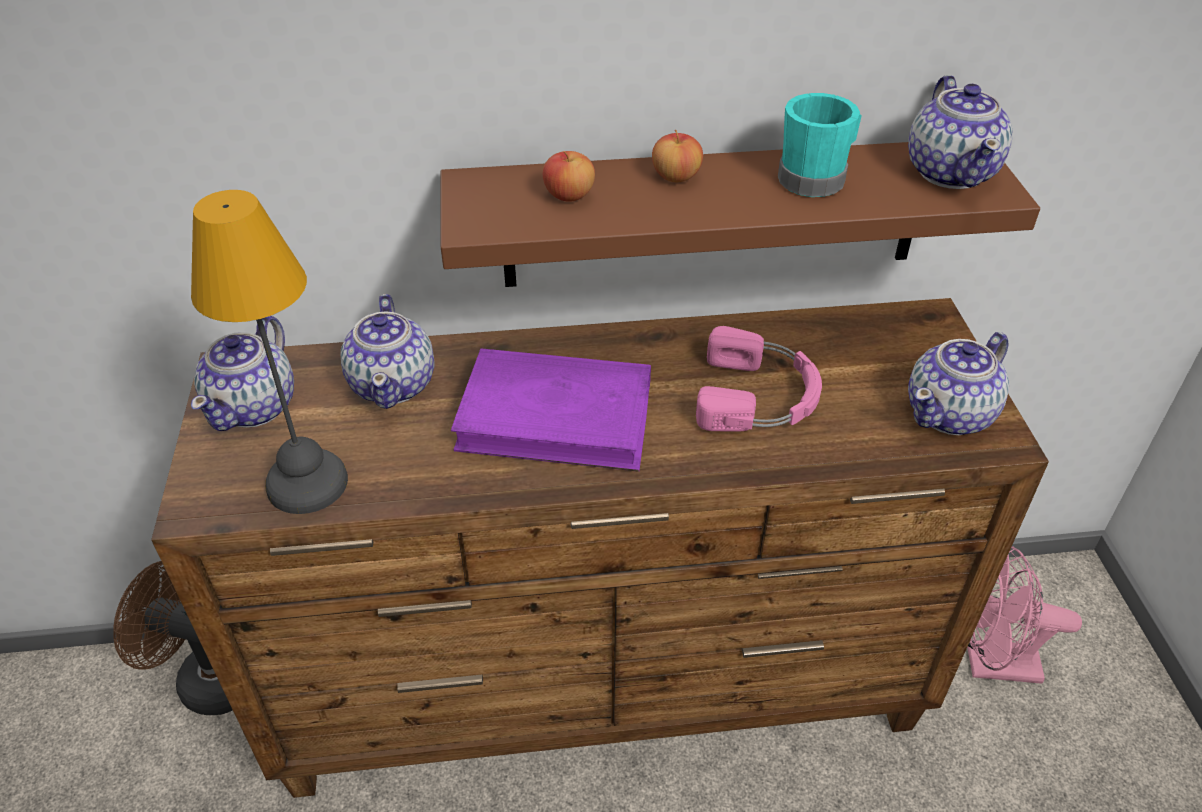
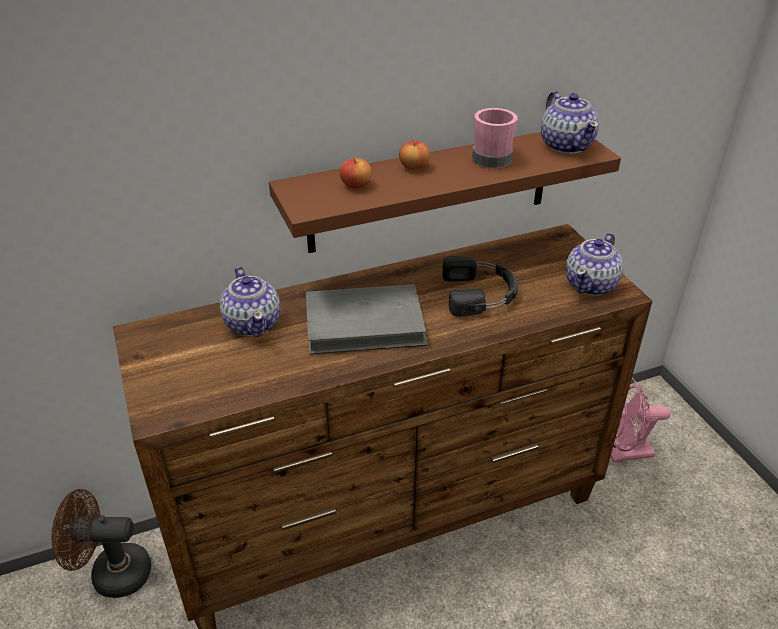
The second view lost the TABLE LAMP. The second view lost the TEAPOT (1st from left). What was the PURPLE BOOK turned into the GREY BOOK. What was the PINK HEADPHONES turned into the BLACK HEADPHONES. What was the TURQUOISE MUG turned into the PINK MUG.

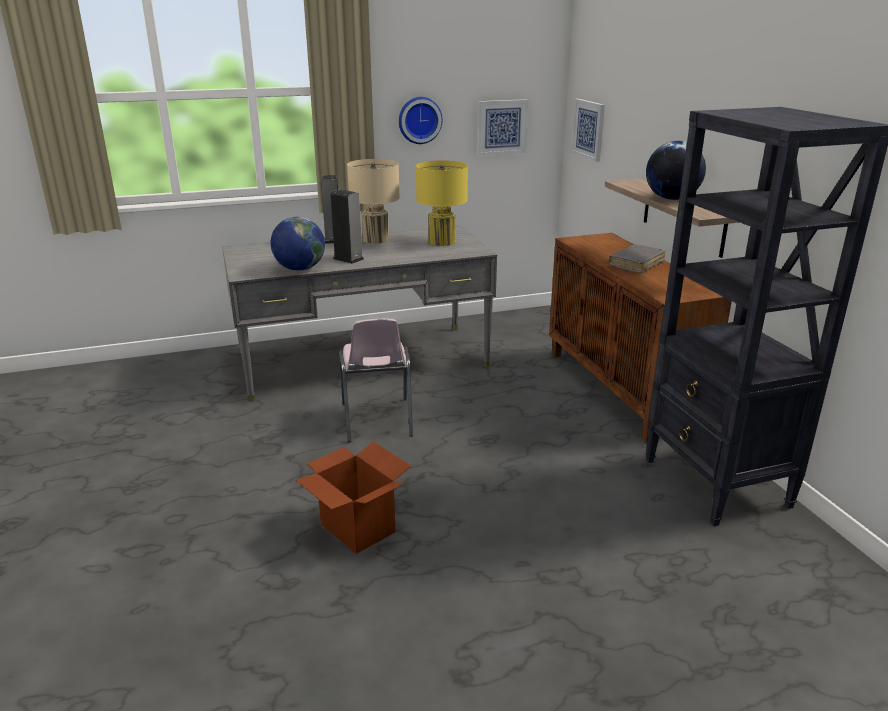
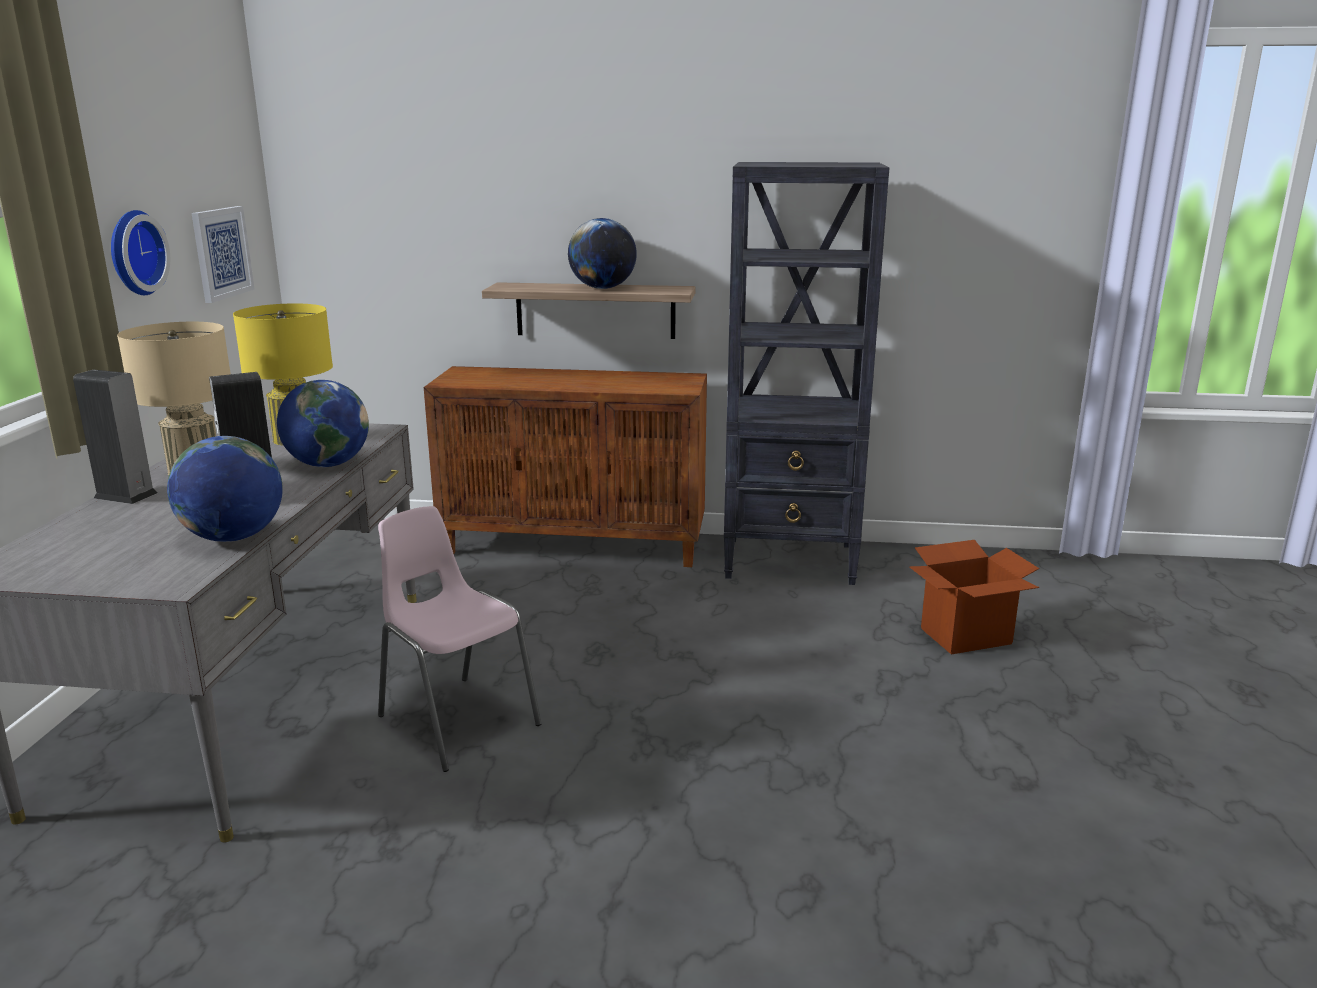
The CARDBOARD BOX ended up elsewhere. The PINK CHAIR ended up facing another way, 150 degrees counterclockwise from before. The second view lost the PICTURE (2nd from left). The second view lost the GREY BOOK. The second view gained the GLOBE (2nd from left).

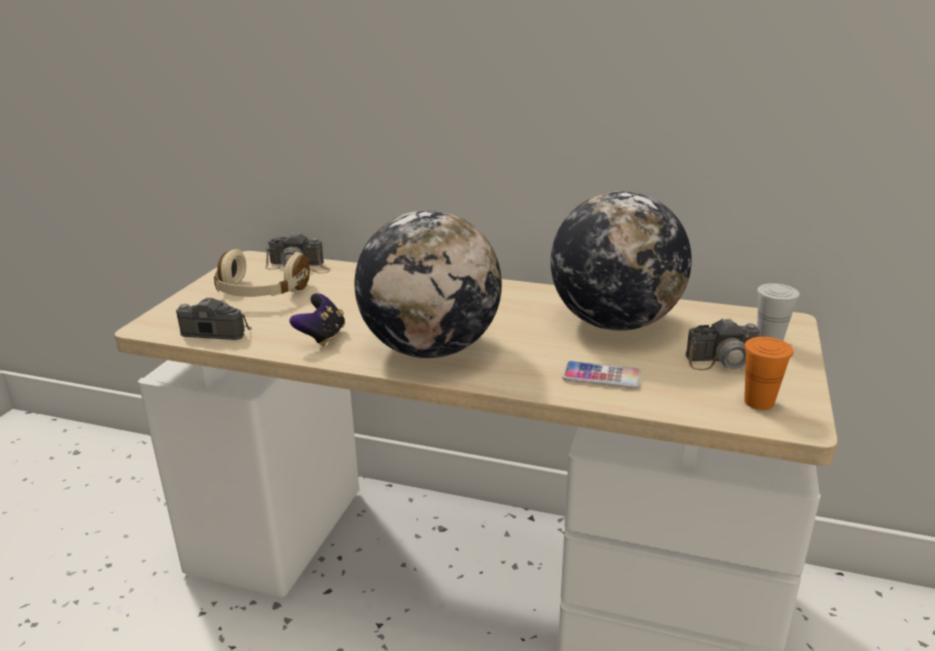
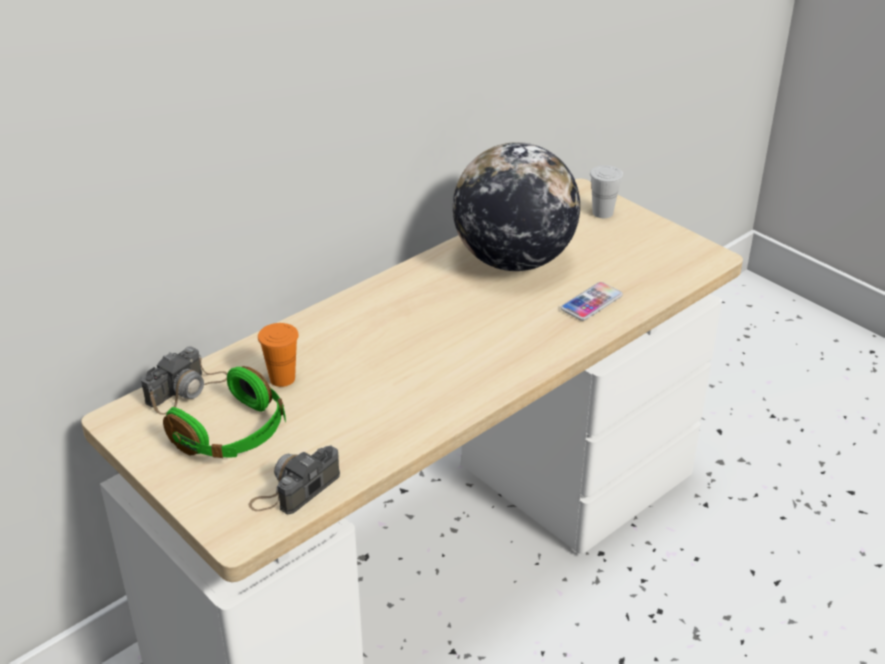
What was the BEIGE HEADPHONES turned into the GREEN HEADPHONES. The second view lost the GAME CONTROLLER. The second view lost the GLOBE (1st from left). The second view lost the PHOTO CAMERA (3rd from left). The ORANGE CUP ended up elsewhere.

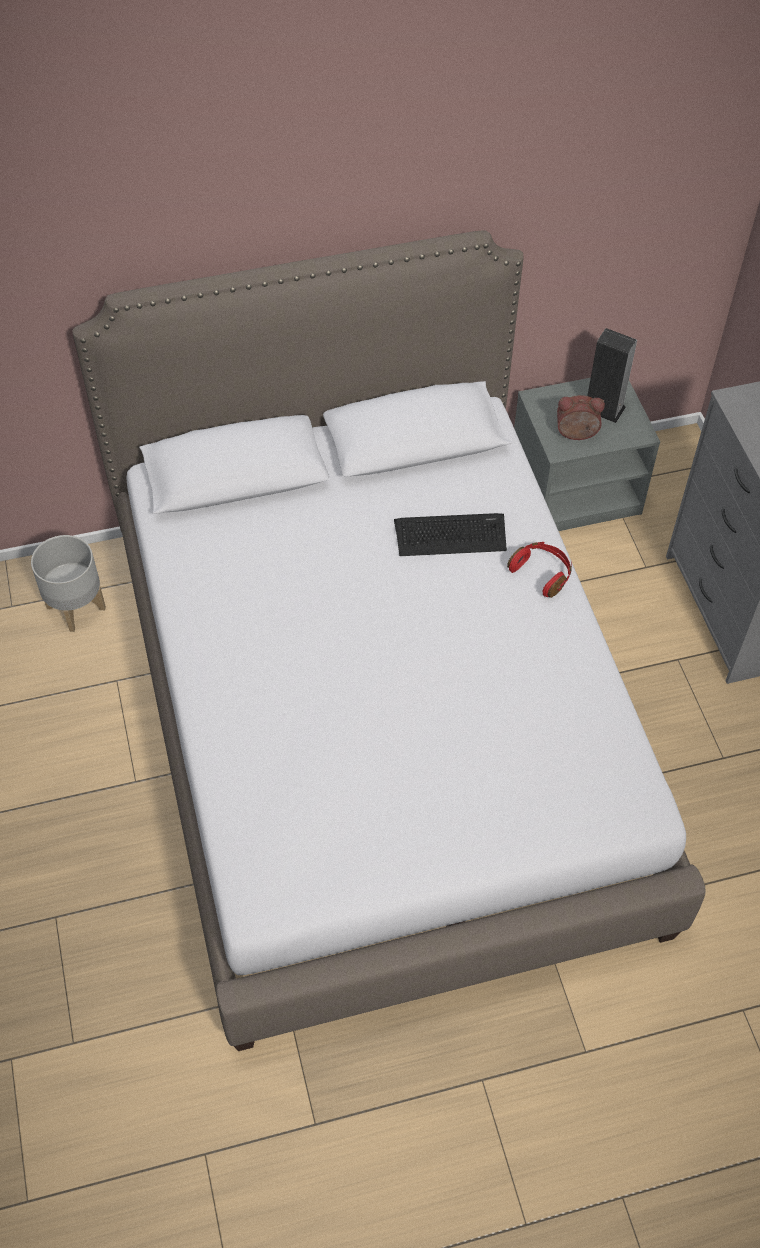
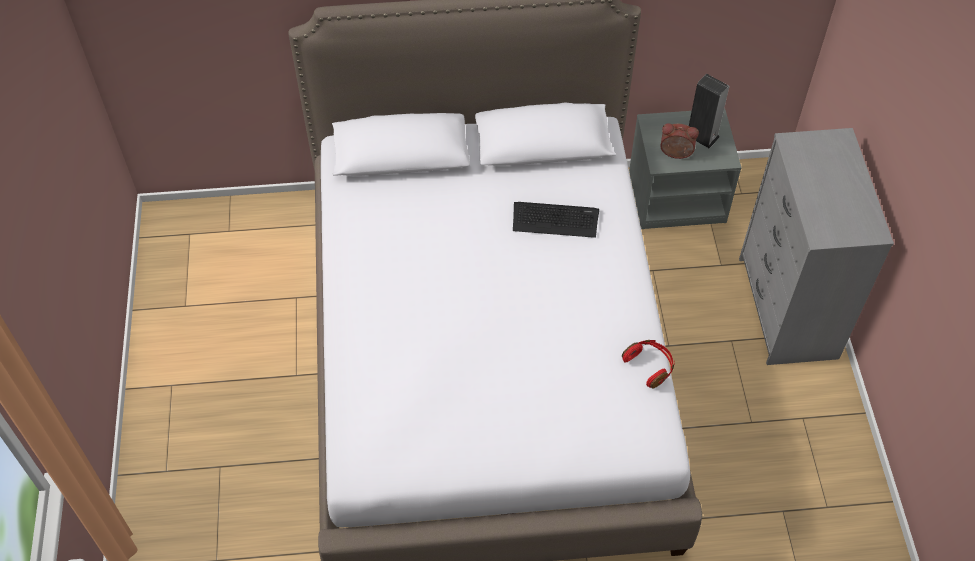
The second view lost the GREY PLANTER. The RED HEADPHONES ended up elsewhere.

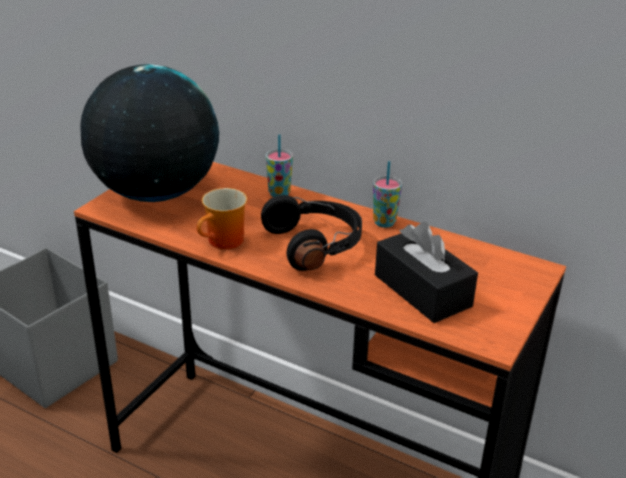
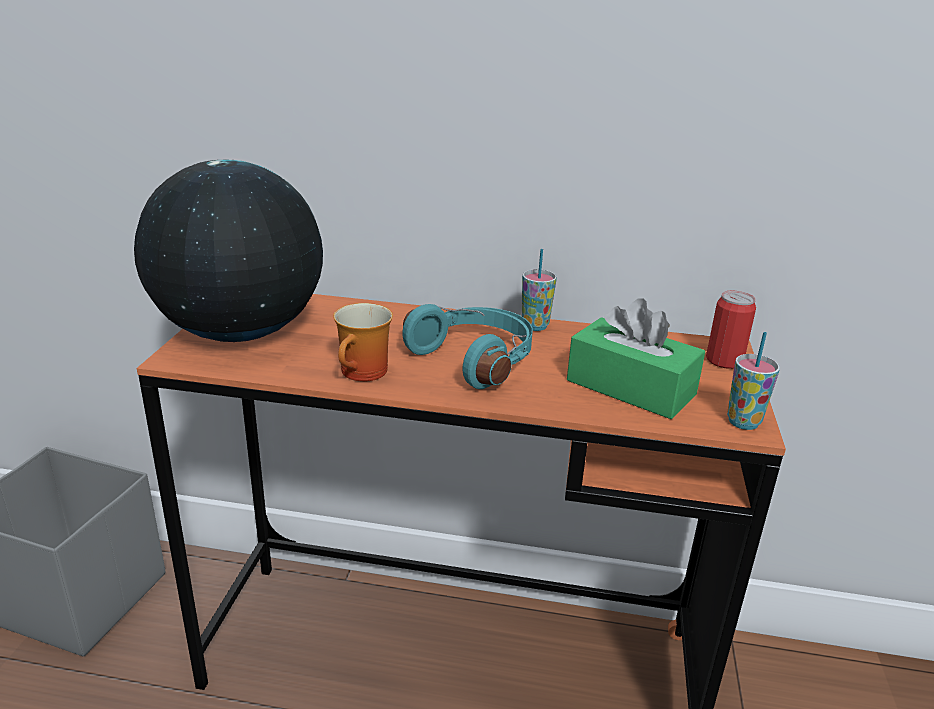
What was the BLACK HEADPHONES turned into the TURQUOISE HEADPHONES. The CUP (1st from left in the first image) ended up elsewhere. What was the BLACK TISSUE BOX turned into the GREEN TISSUE BOX. The second view gained the CAN.

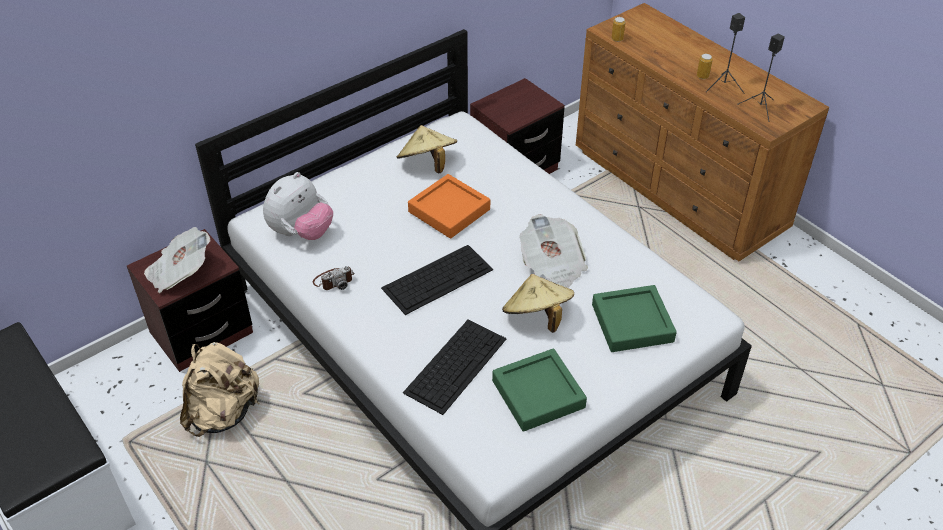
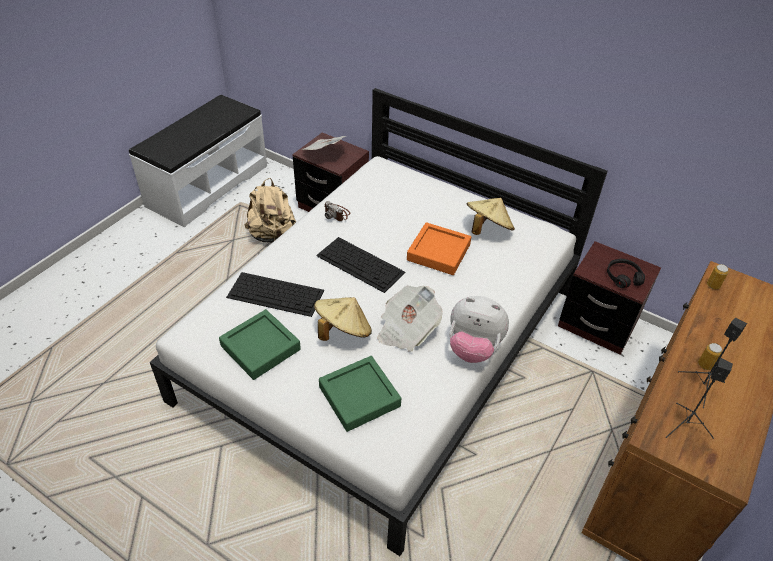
The PLUSH TOY ended up elsewhere. The second view gained the BLACK HEADPHONES.

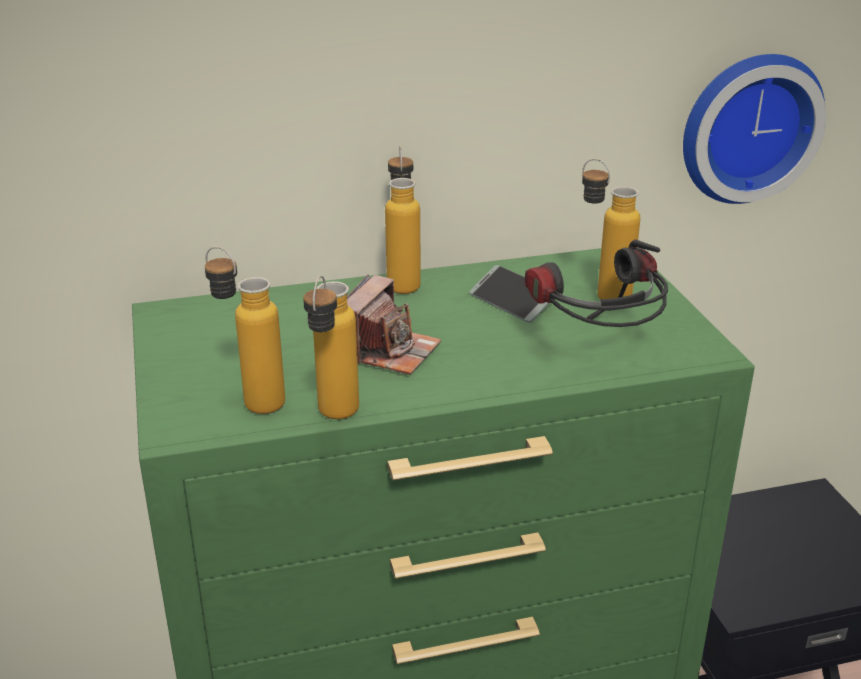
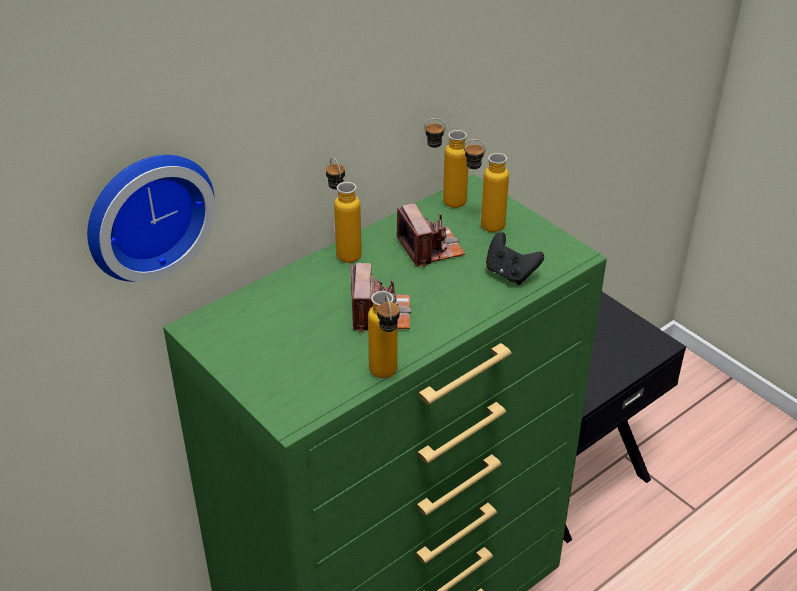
The BOTTLE (1st from left in the first image) ended up elsewhere. Where the PHONE stood, the PHOTO CAMERA (2nd from left) came to stand. Where the HEADPHONES stood, the BLACK GAME CONTROLLER came to stand. The WALL CLOCK ended up elsewhere.

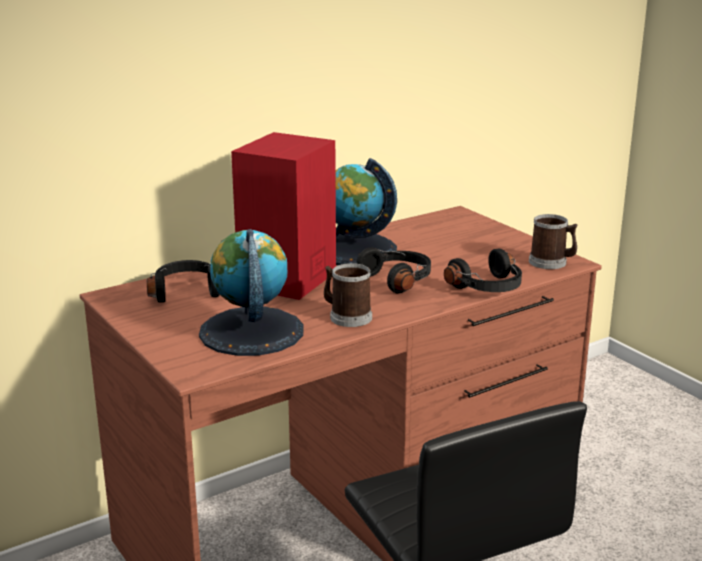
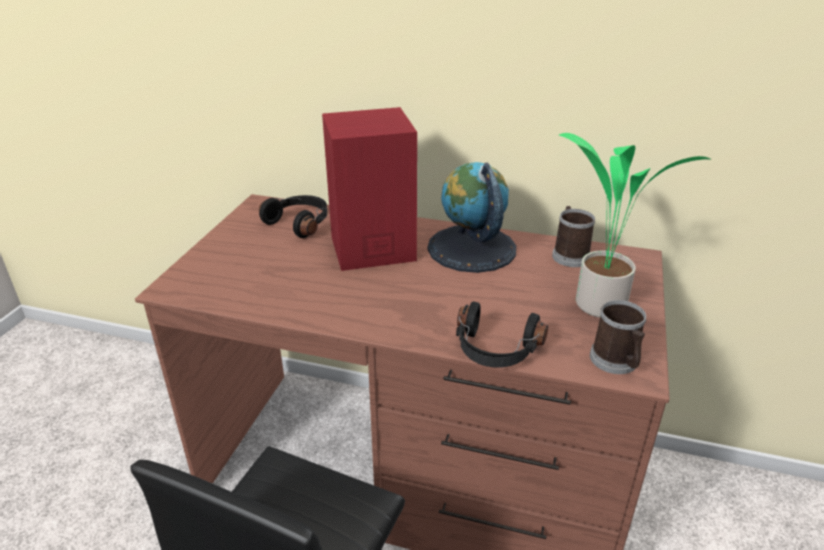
The second view lost the GLOBE (1st from left). The MUG (1st from left) ended up elsewhere. The second view lost the BLACK HEADPHONES (2nd from left). The second view gained the POTTED PLANT.

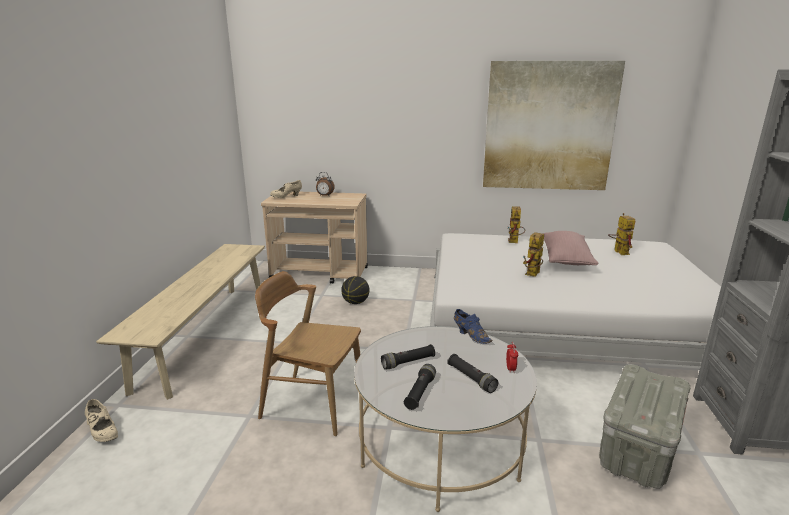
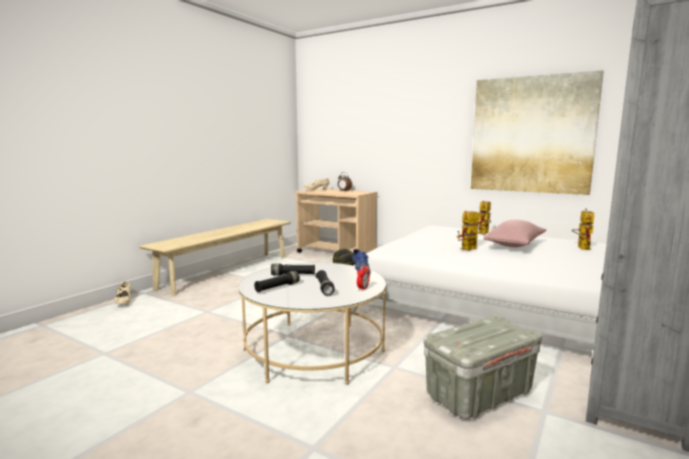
The second view lost the BROWN CHAIR.

